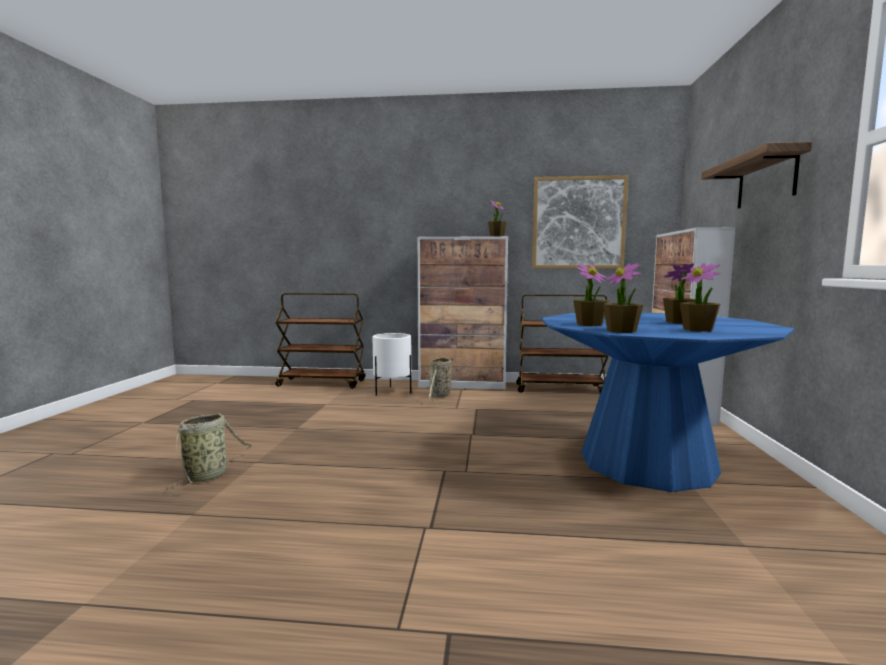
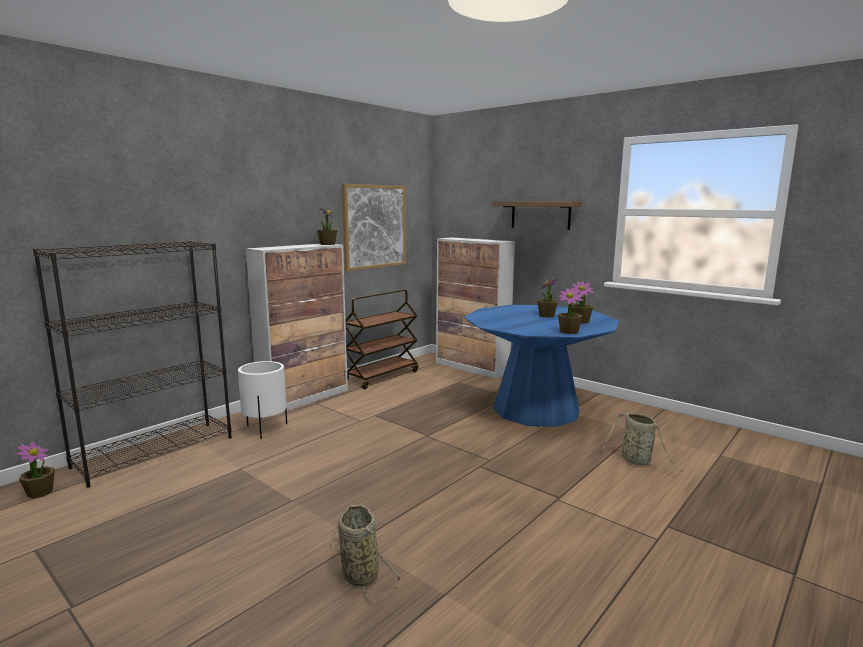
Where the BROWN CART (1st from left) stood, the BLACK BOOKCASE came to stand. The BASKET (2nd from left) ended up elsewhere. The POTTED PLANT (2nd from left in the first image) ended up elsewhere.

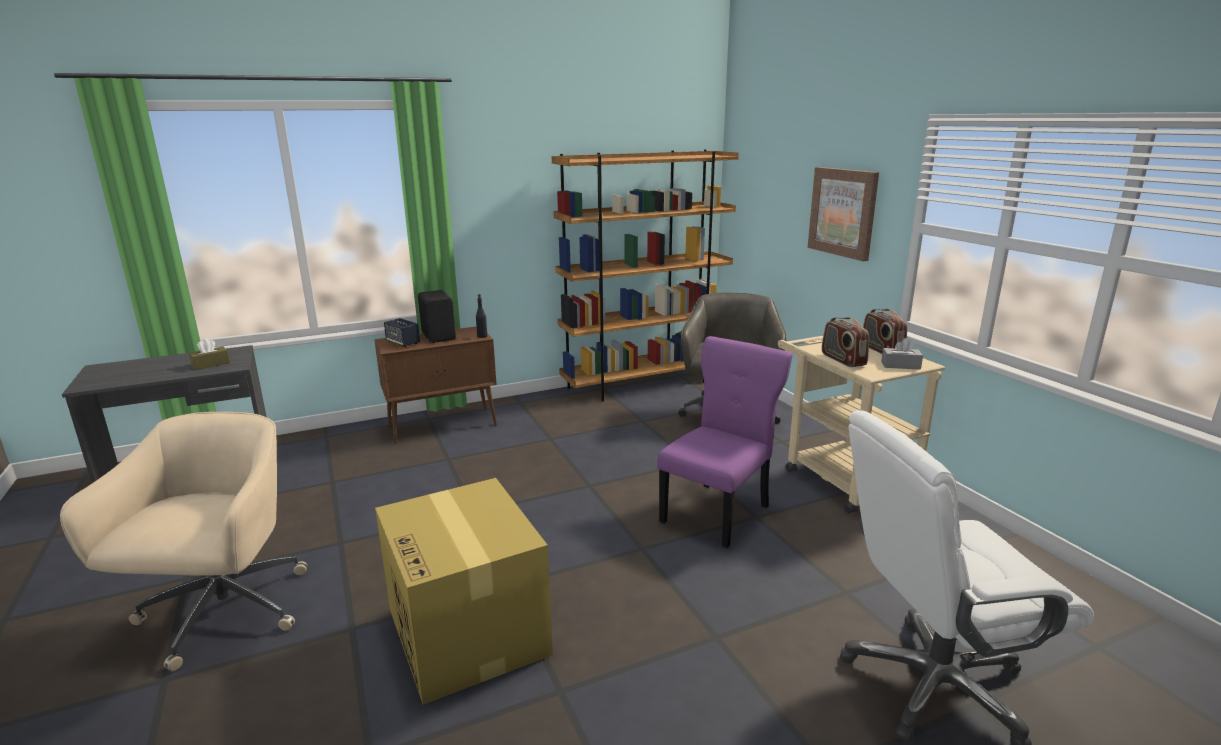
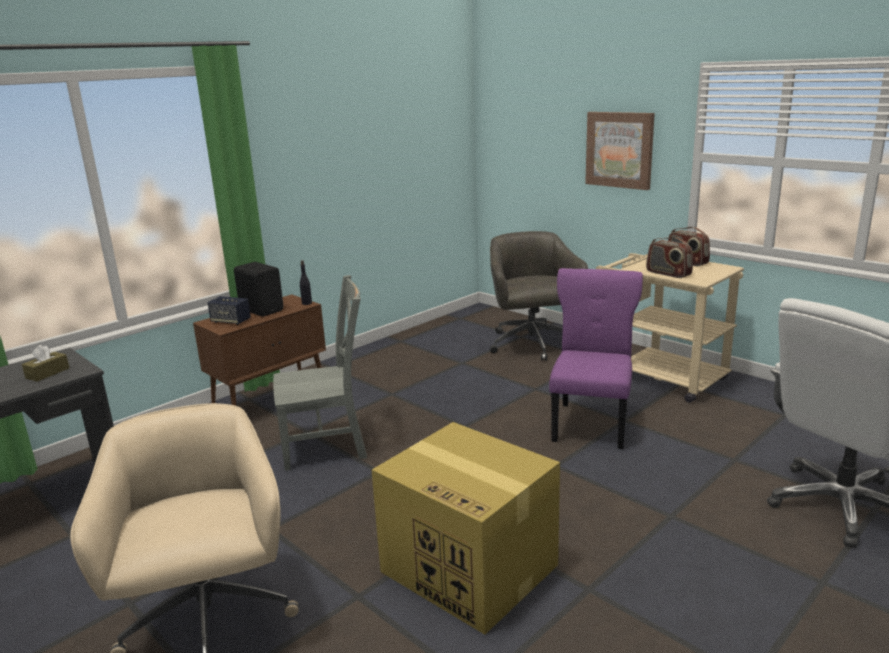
The second view lost the BROWN BOOKCASE. The second view lost the GREY TISSUE BOX. The second view gained the GREY CHAIR.

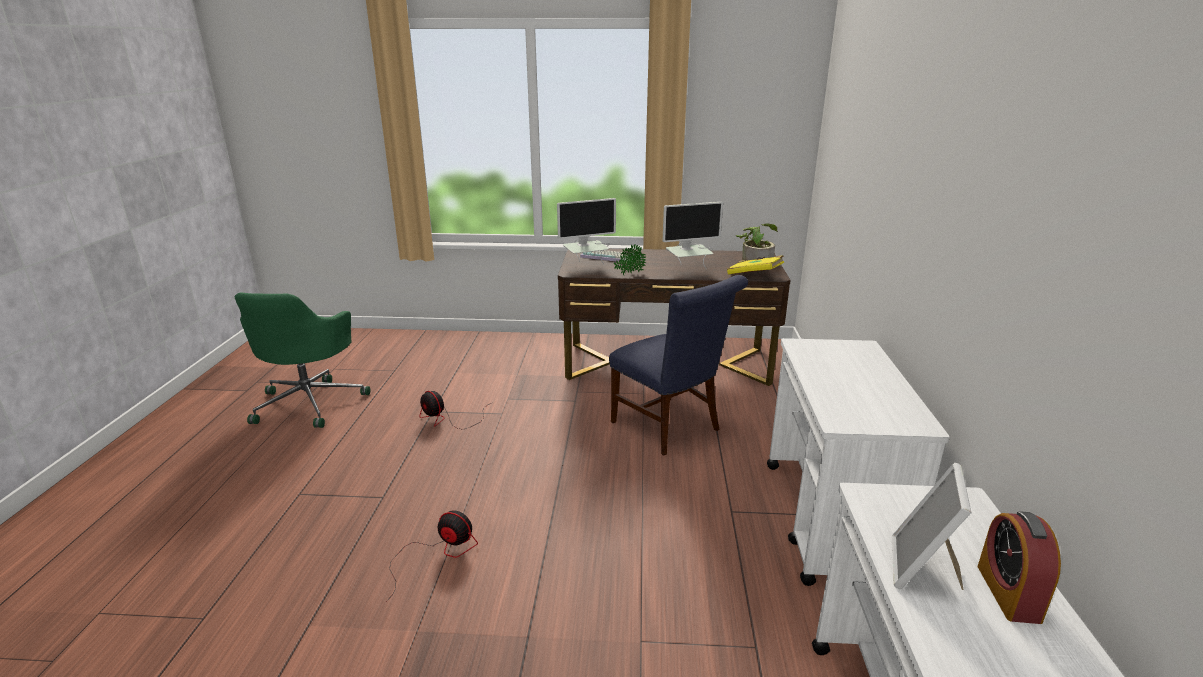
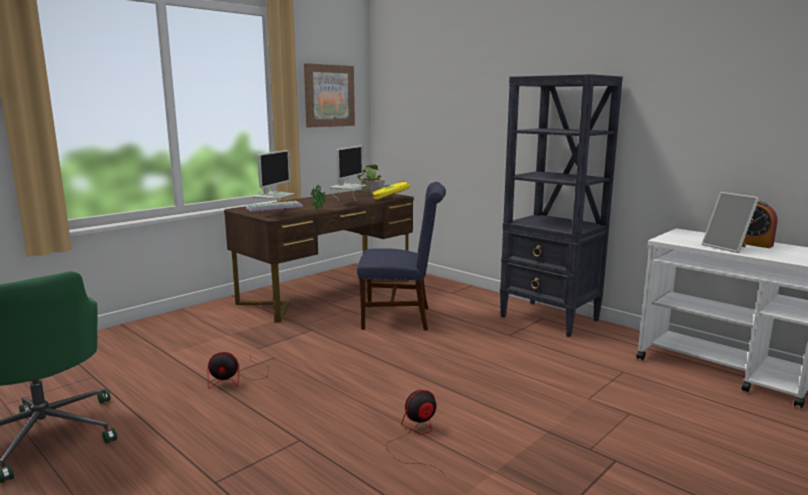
Where the WHITE CART (1st from left) stood, the BLACK BOOKCASE came to stand. The second view gained the PICTURE.

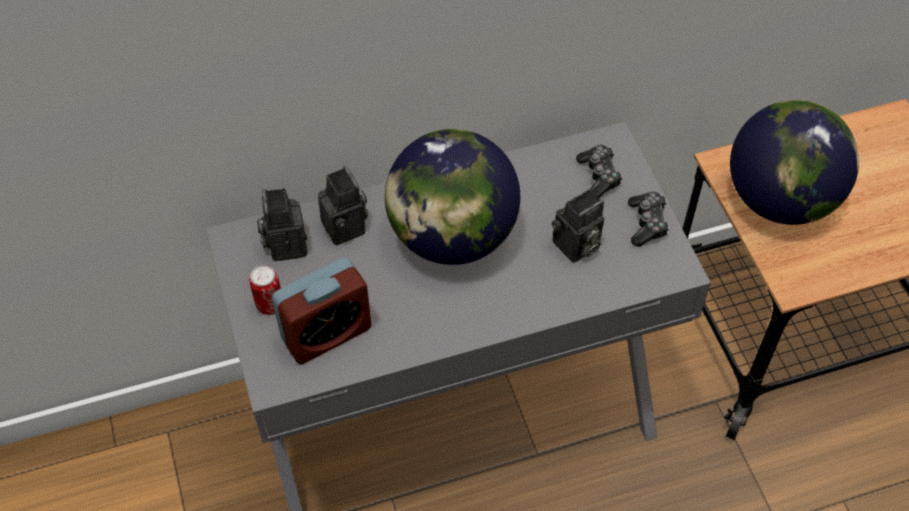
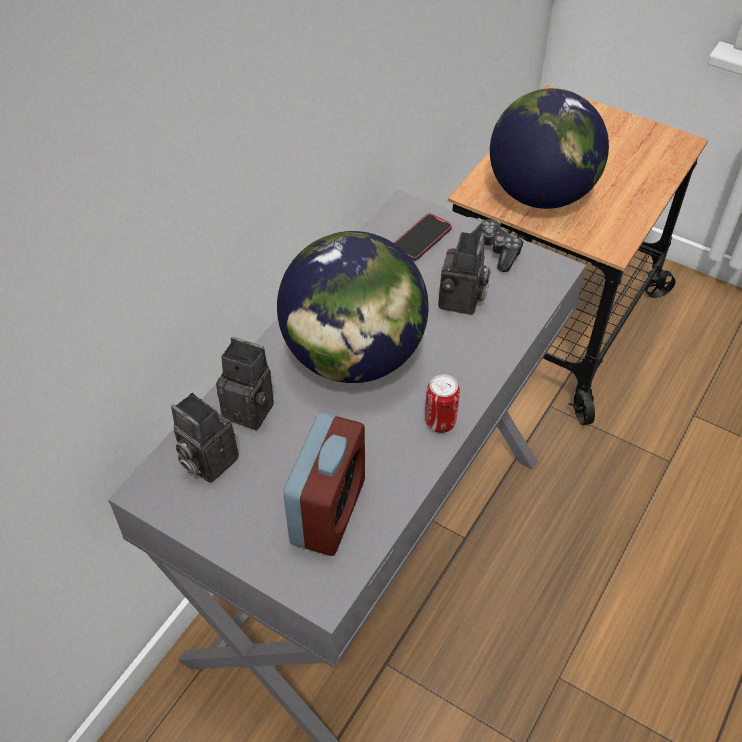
The CAN ended up elsewhere. Where the GAME CONTROLLER (1st from left) stood, the PHONE came to stand.

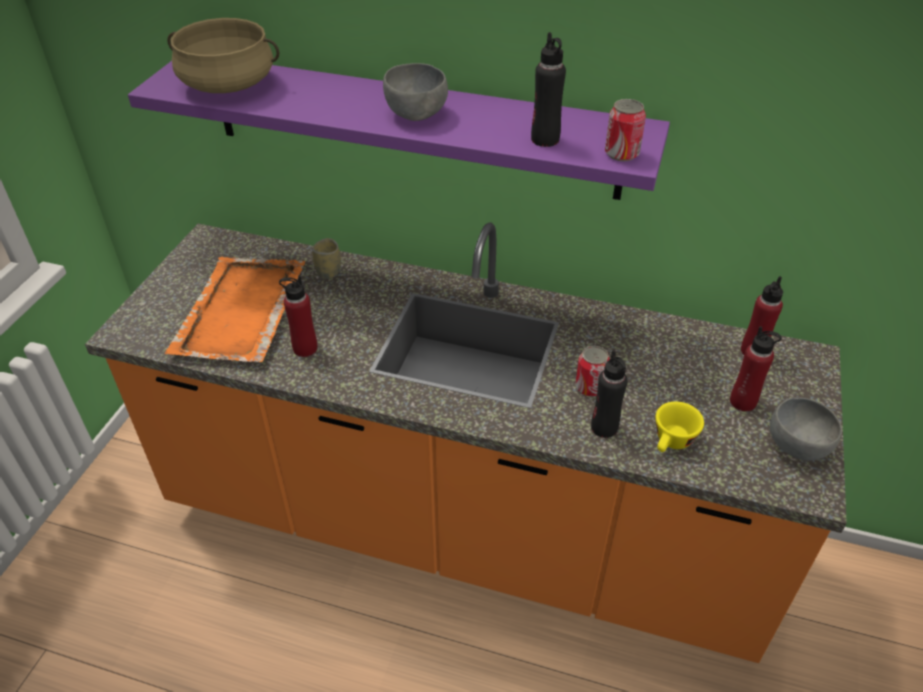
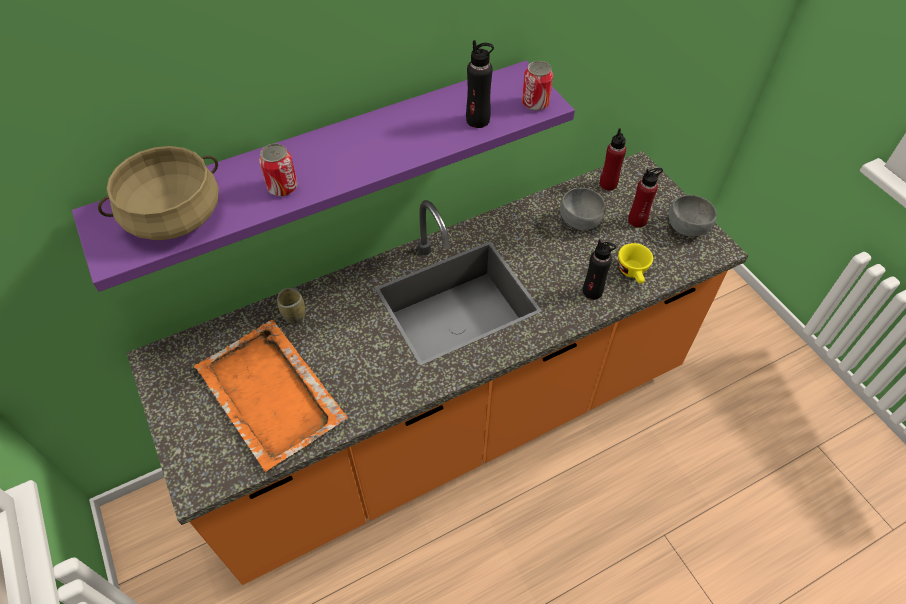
The second view lost the RED BOTTLE (1st from left). The GREY BOWL (1st from left) ended up elsewhere. The CAN (1st from left) ended up elsewhere.

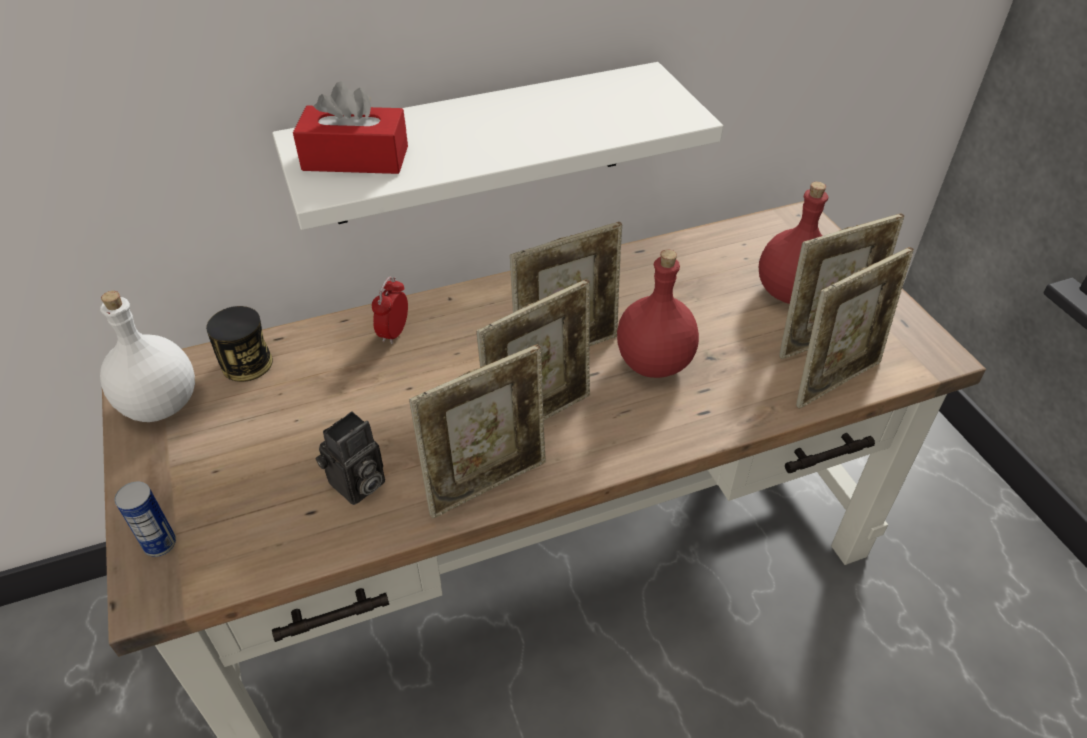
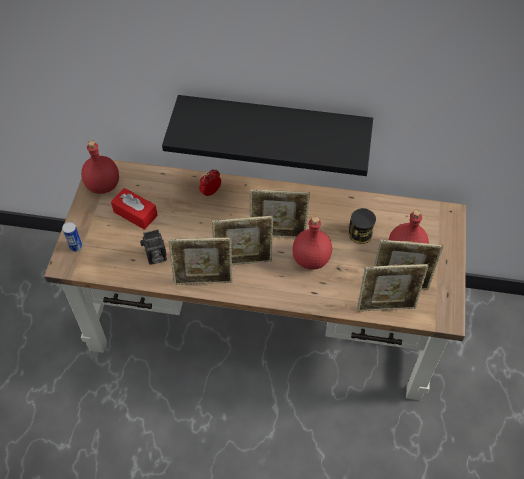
What was the WHITE BOTTLE turned into the RED BOTTLE (1st from left). The CAN (2nd from left) ended up elsewhere. What was the WHITE SHELF turned into the BLACK SHELF. The RED TISSUE BOX ended up elsewhere.

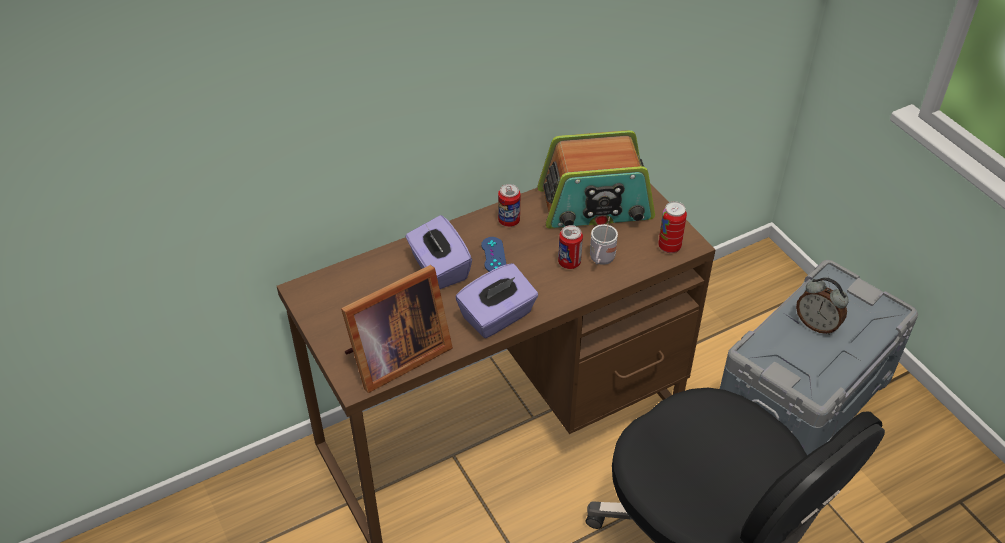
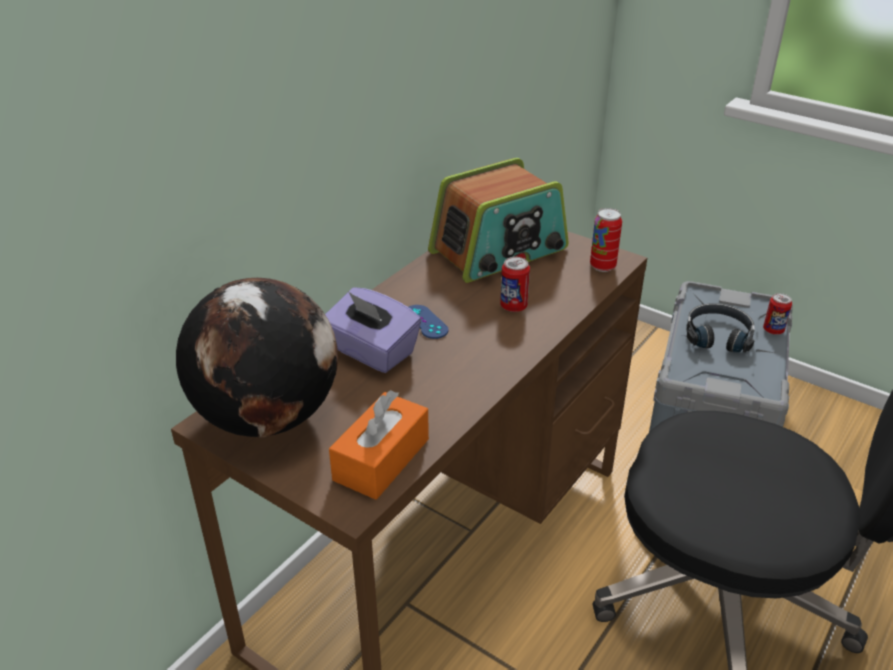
Where the PICTURE FRAME stood, the ORANGE TISSUE BOX came to stand. The second view lost the PURPLE TISSUE BOX (2nd from left). The CAN (1st from left in the first image) ended up elsewhere. The second view lost the WHITE MUG. Where the ALARM CLOCK stood, the BLACK HEADPHONES came to stand. The second view gained the GLOBE.

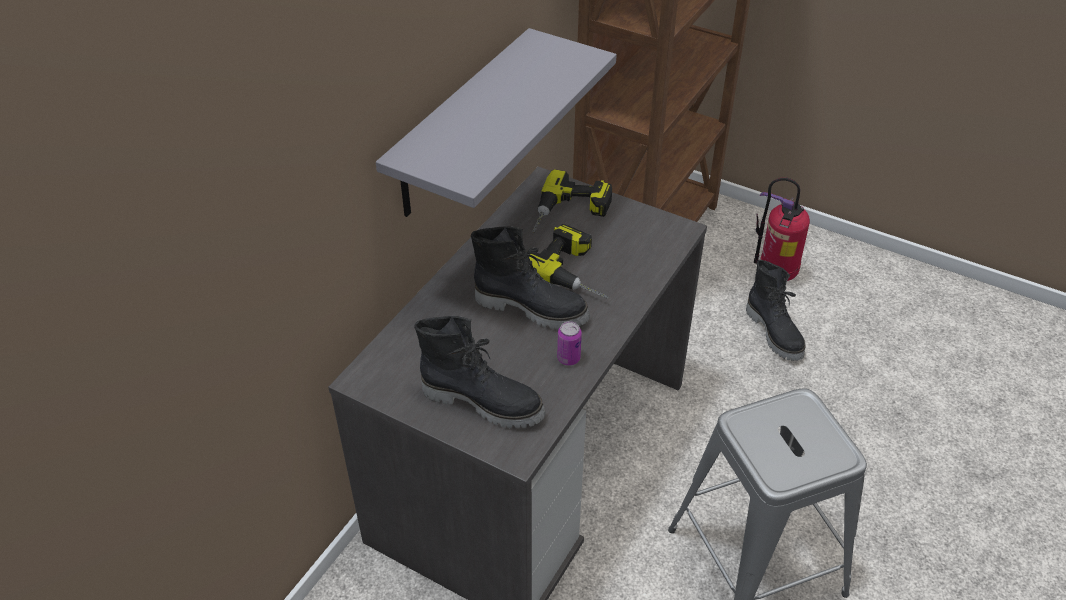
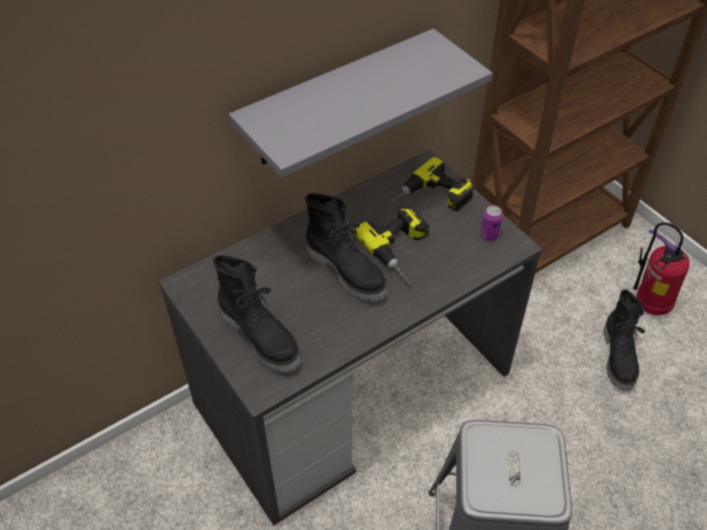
The CAN ended up elsewhere.

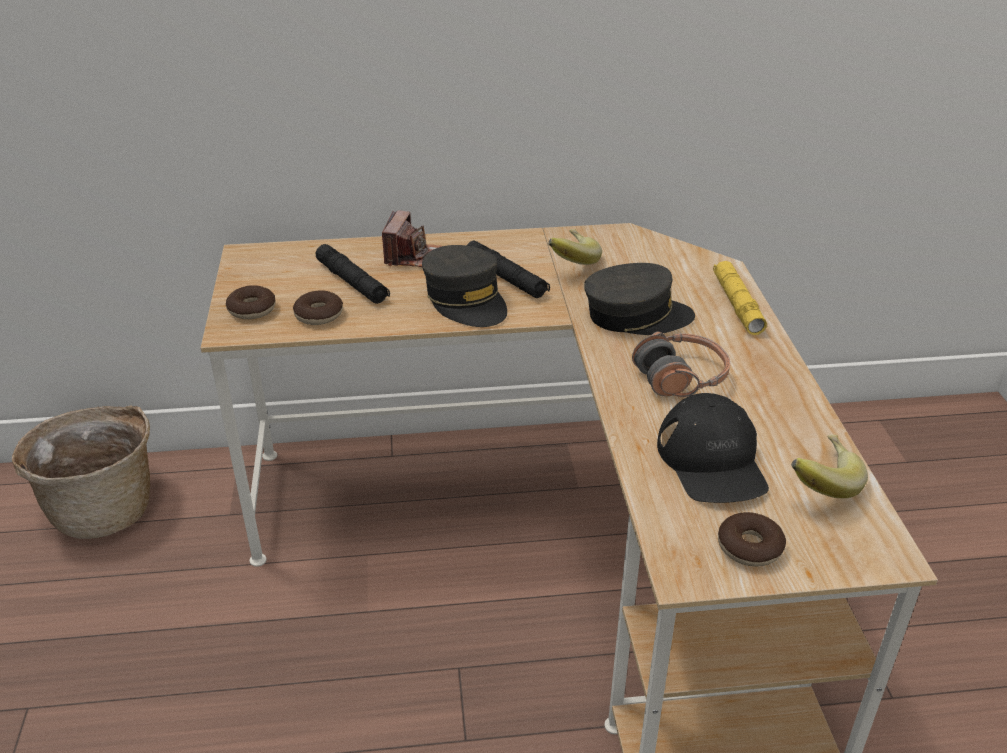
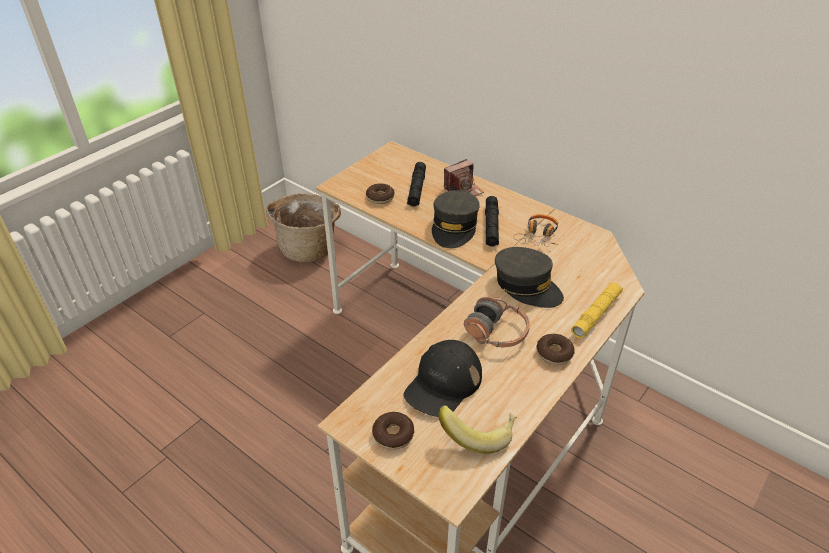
The DONUT (1st from left in the first image) ended up elsewhere. Where the BANANA (1st from left) stood, the HEADPHONES (2nd from left) came to stand.

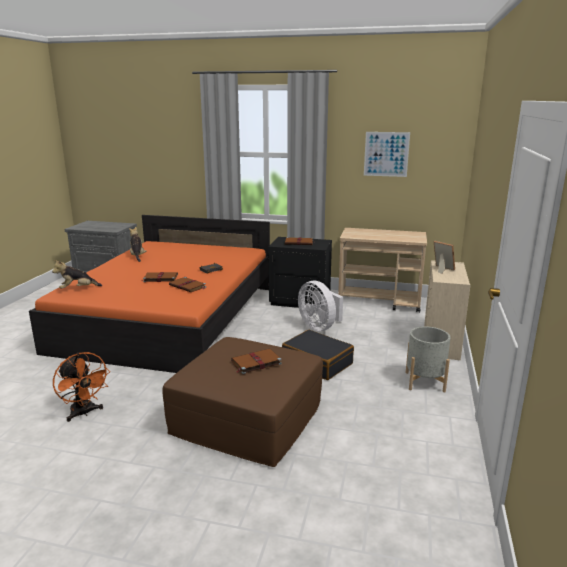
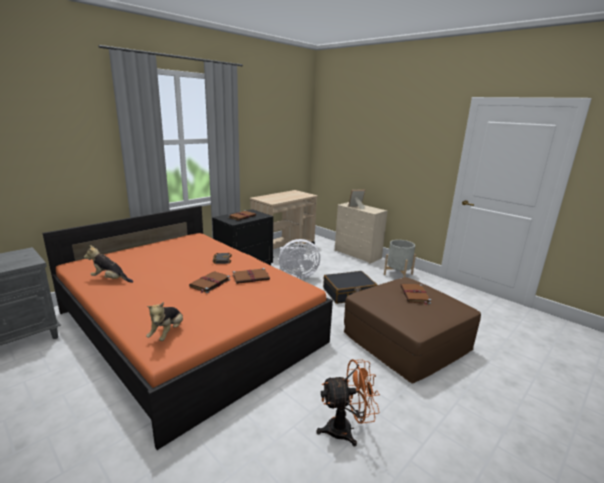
The second view lost the PICTURE.

